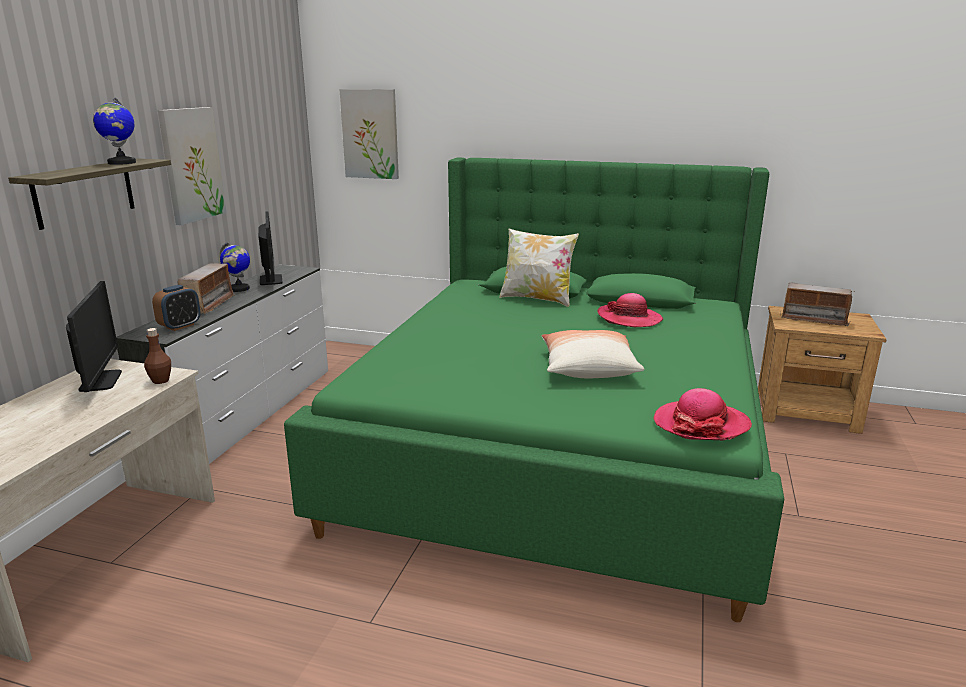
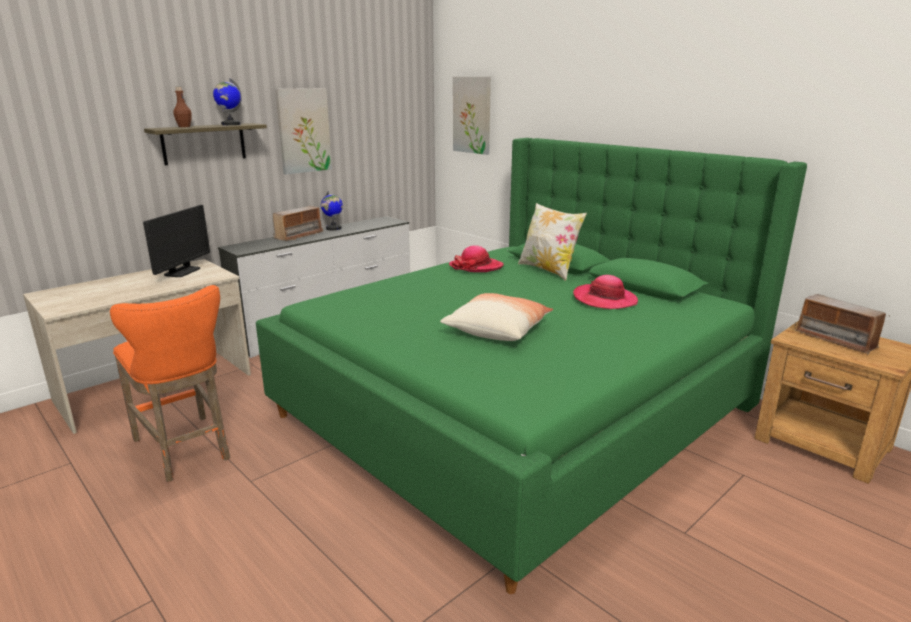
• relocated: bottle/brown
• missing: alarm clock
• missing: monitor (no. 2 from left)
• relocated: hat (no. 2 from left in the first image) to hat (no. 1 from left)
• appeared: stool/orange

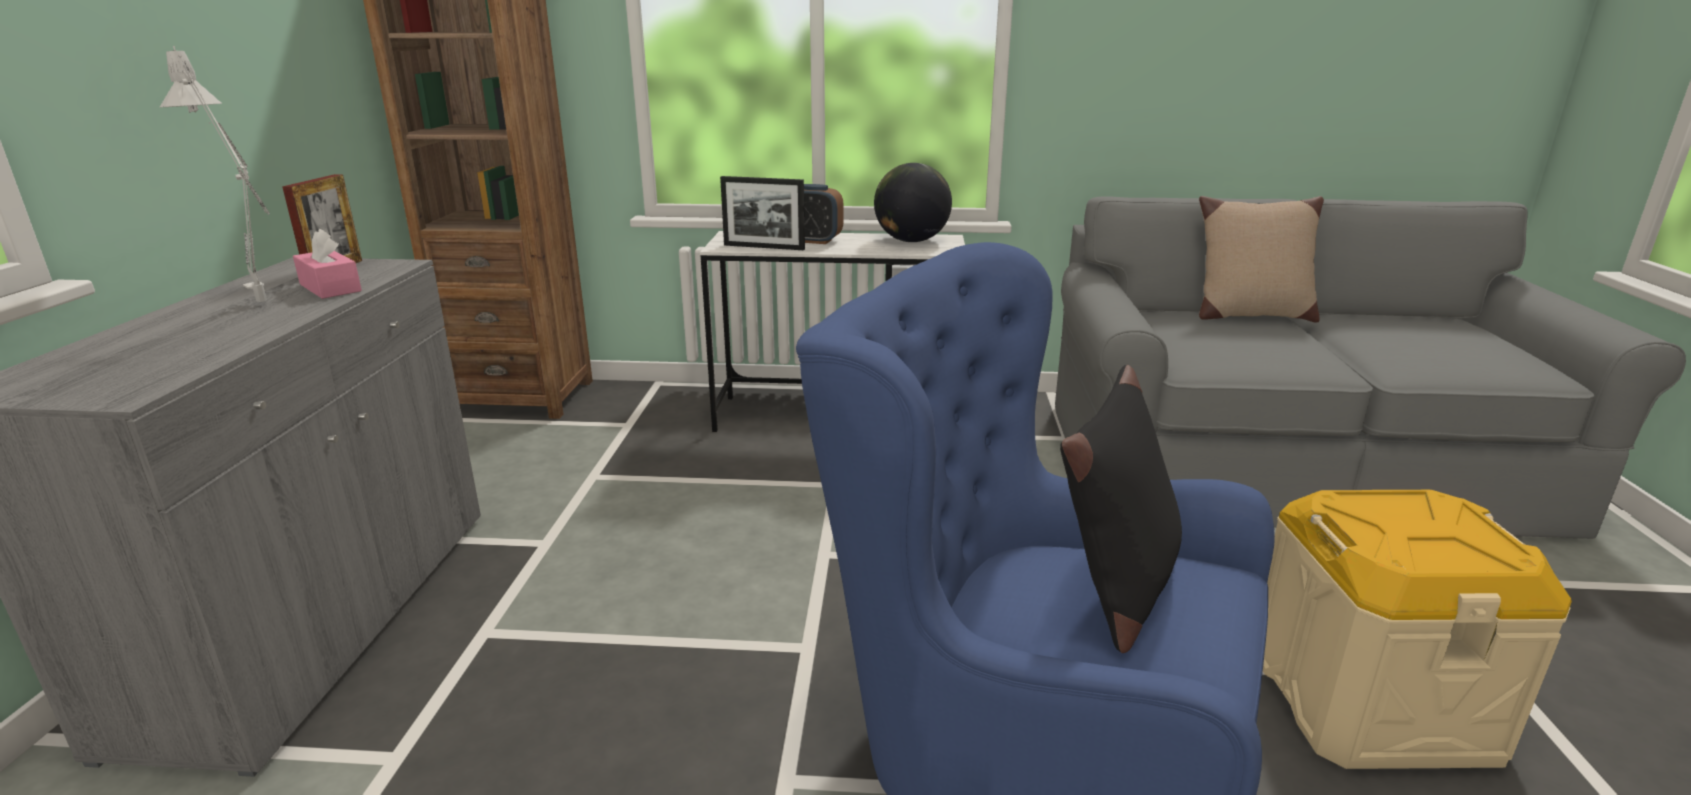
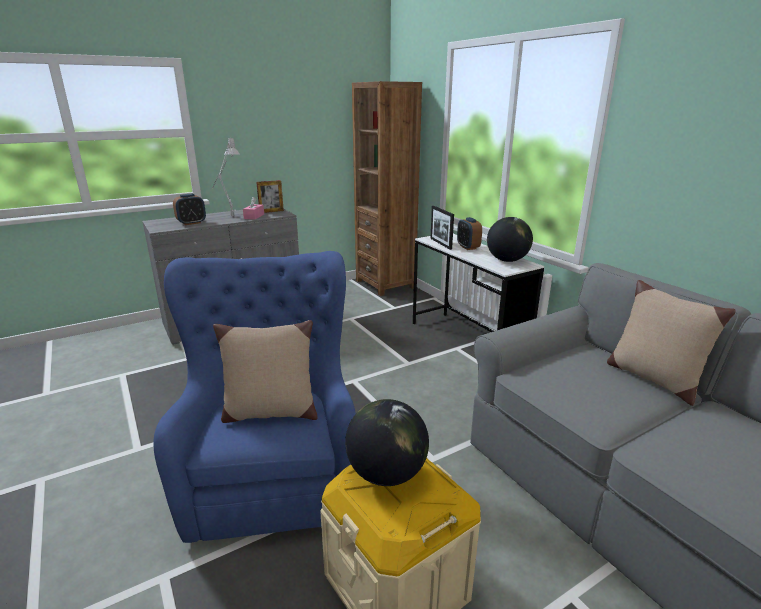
• colour: pillow/black to pillow/beige (no. 1 from left)
• appeared: alarm clock (no. 1 from left)
• appeared: globe (no. 1 from left)

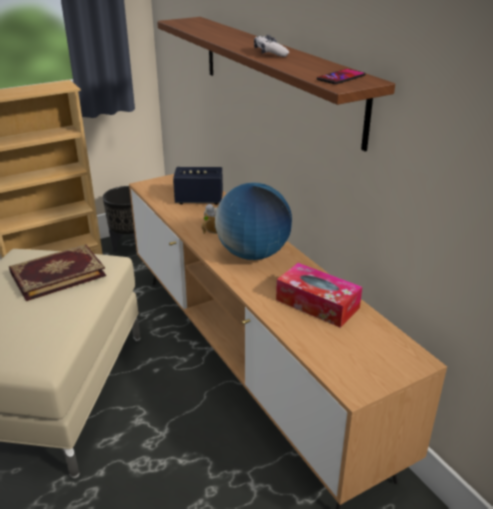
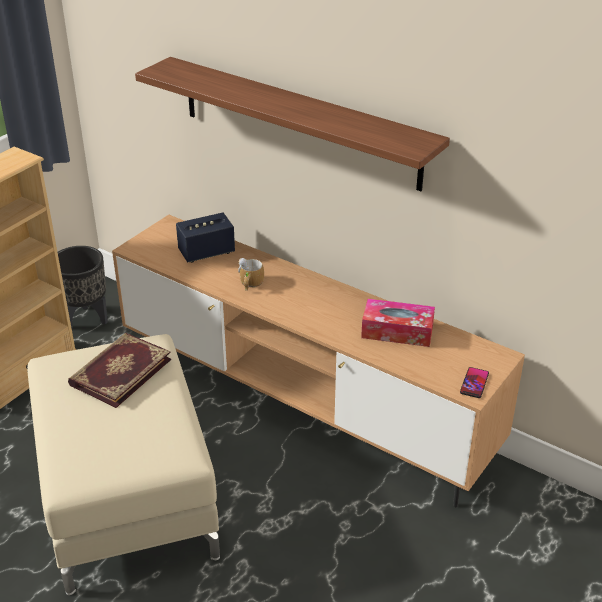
• missing: globe
• missing: game controller
• relocated: phone

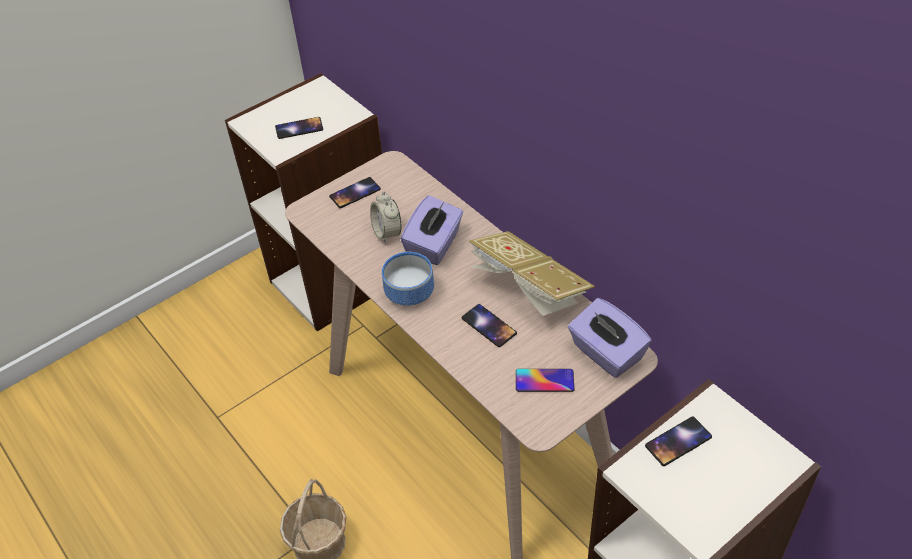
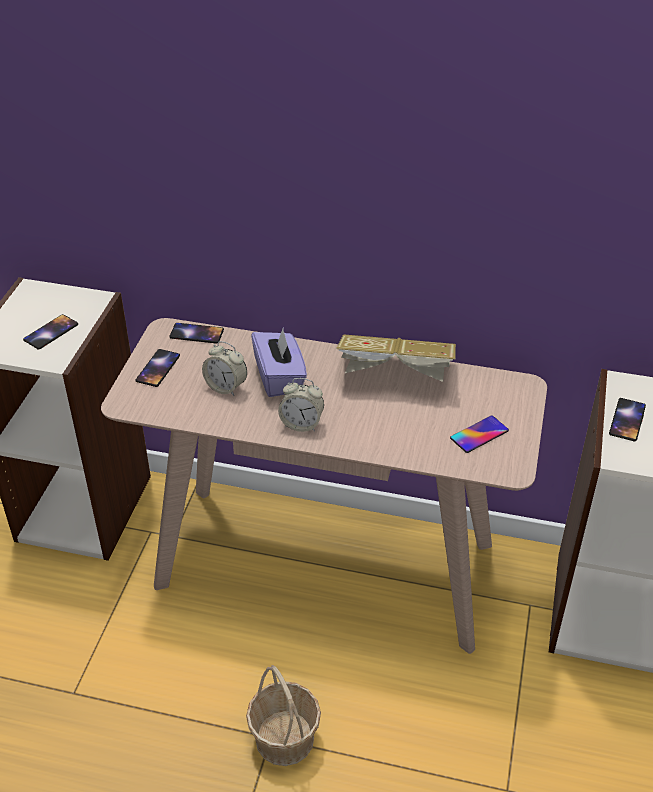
• exchanged: bowl to alarm clock (no. 2 from left)
• relocated: phone (no. 3 from left)
• missing: tissue box/purple (no. 2 from left)

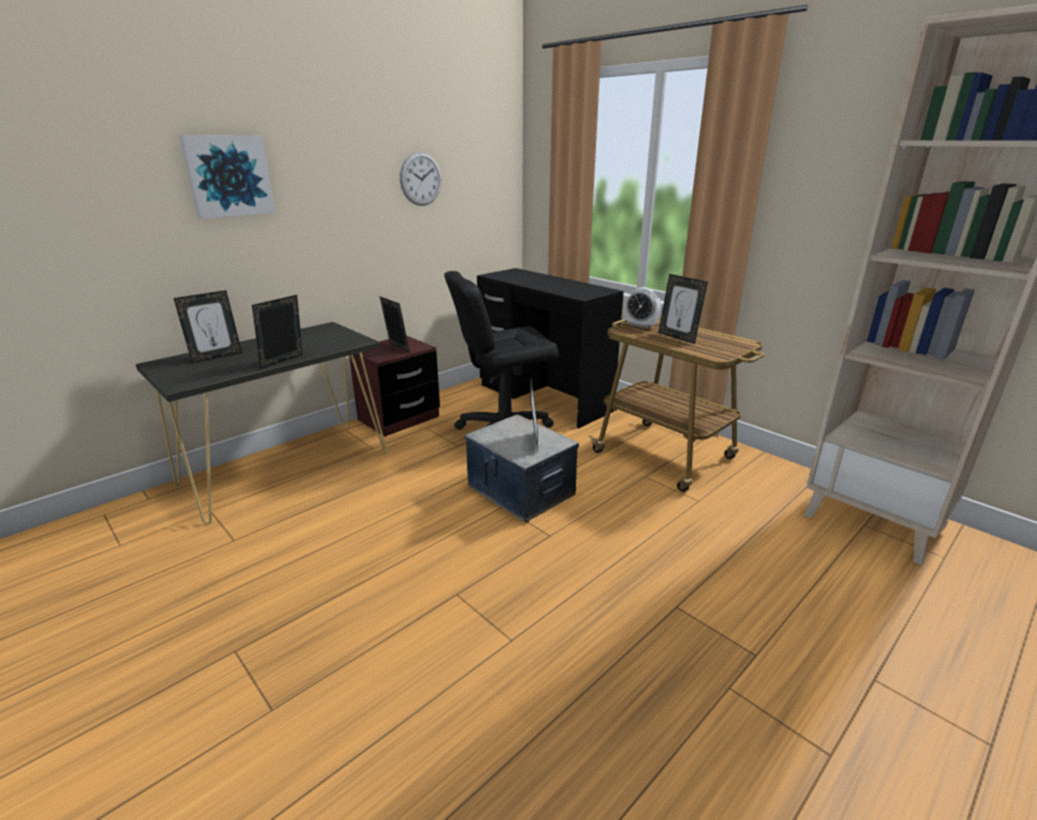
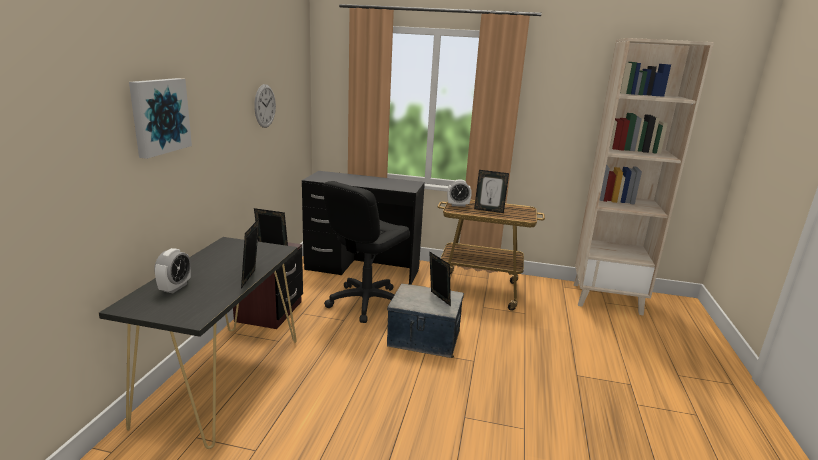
• exchanged: picture frame (no. 1 from left) to alarm clock (no. 1 from left)

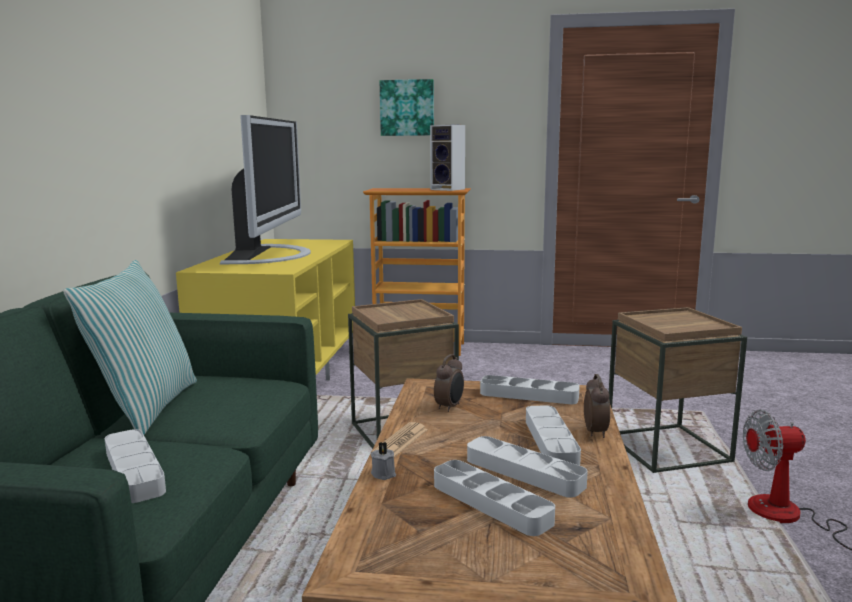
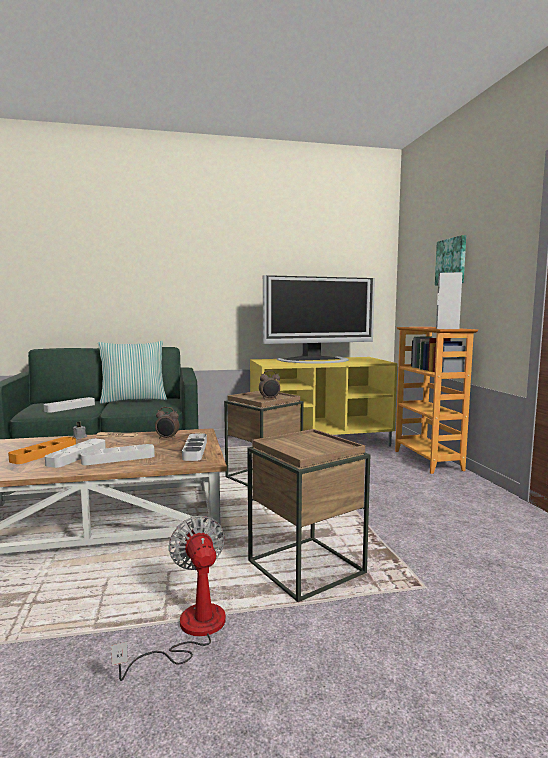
• colour: tray/grey (no. 2 from left) to tray/orange
• relocated: alarm clock (no. 2 from left)

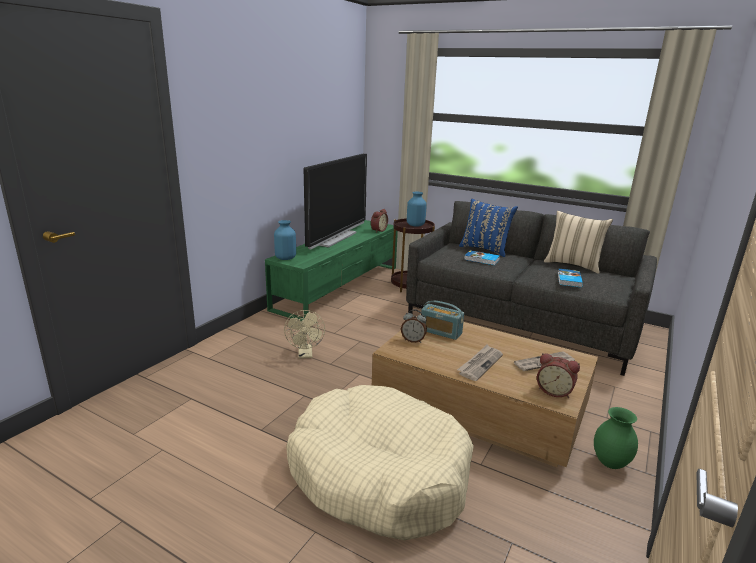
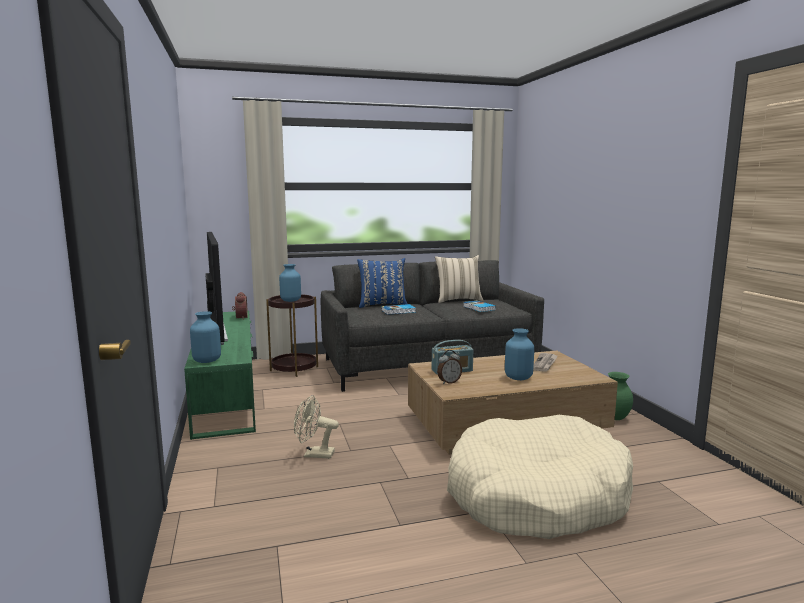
• spun: fan/beige 150 degrees clockwise
• exchanged: newspaper (no. 1 from left) to vase/blue (no. 3 from left)
• missing: alarm clock (no. 3 from left)

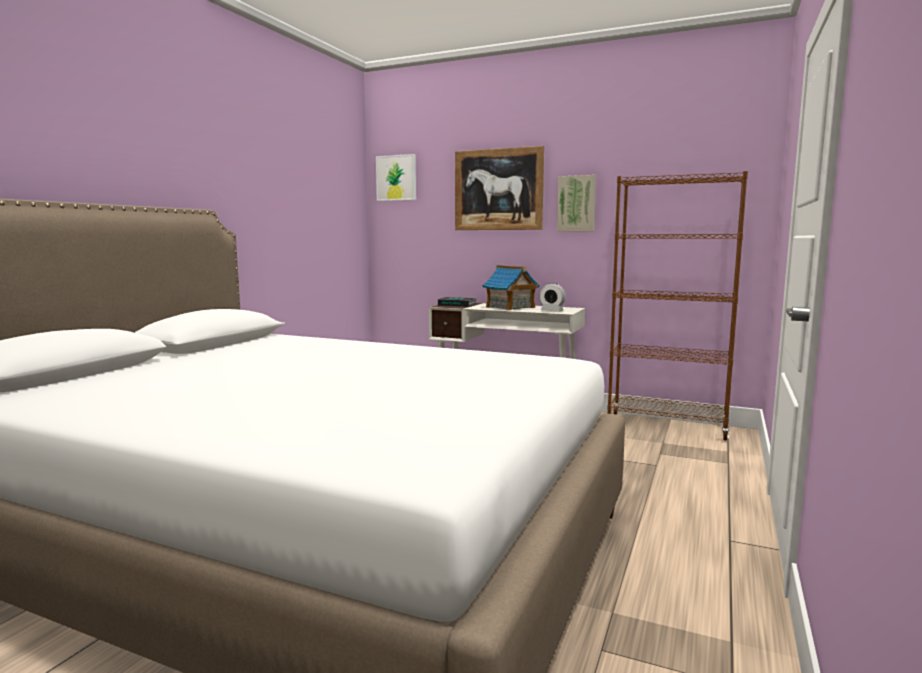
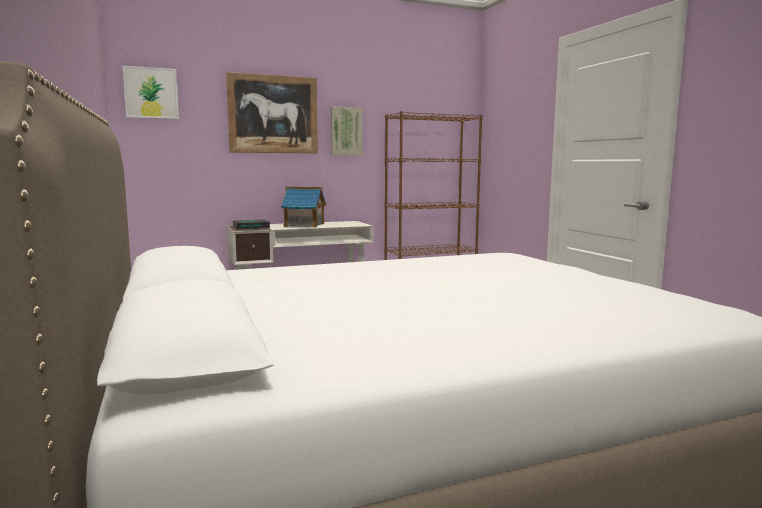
• missing: alarm clock

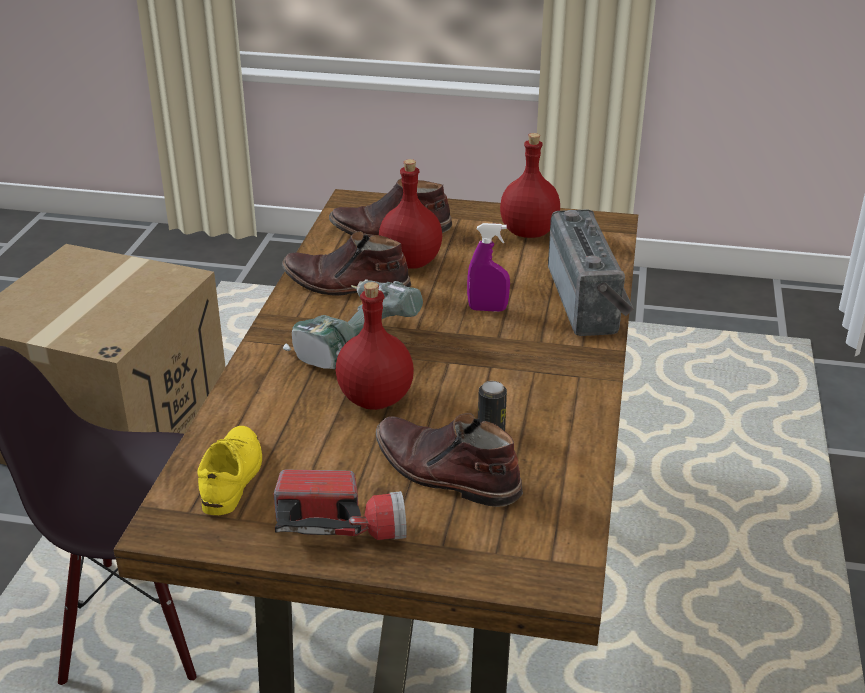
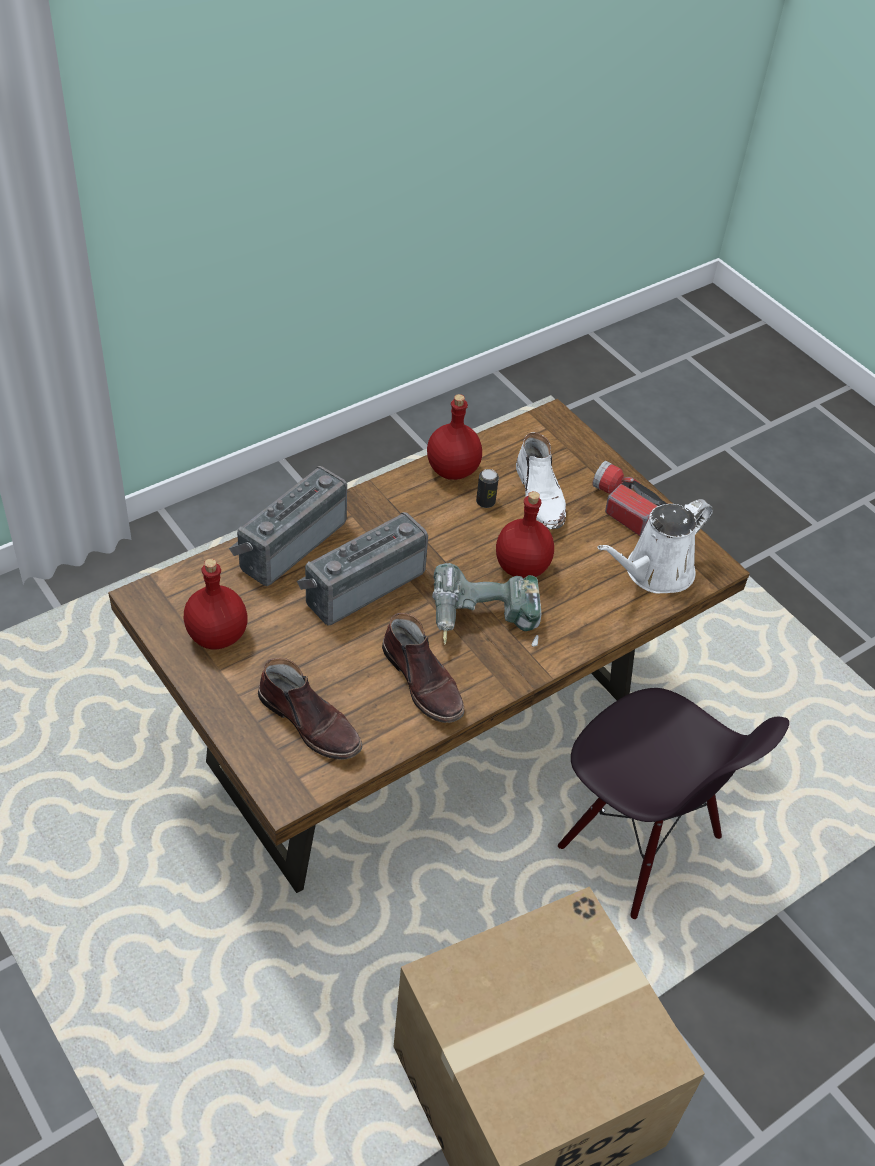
• exchanged: shoe/yellow to watering can/white
• colour: boot/brown (no. 3 from left) to boot/white
• relocated: bottle/red (no. 2 from left)
• exchanged: spray bottle/purple to radio (no. 2 from left)

